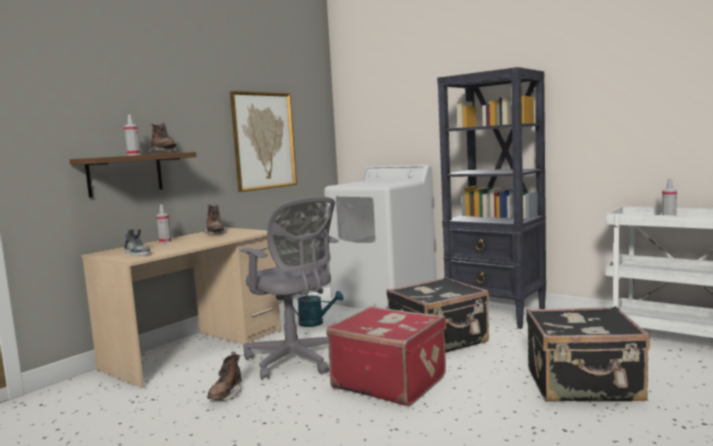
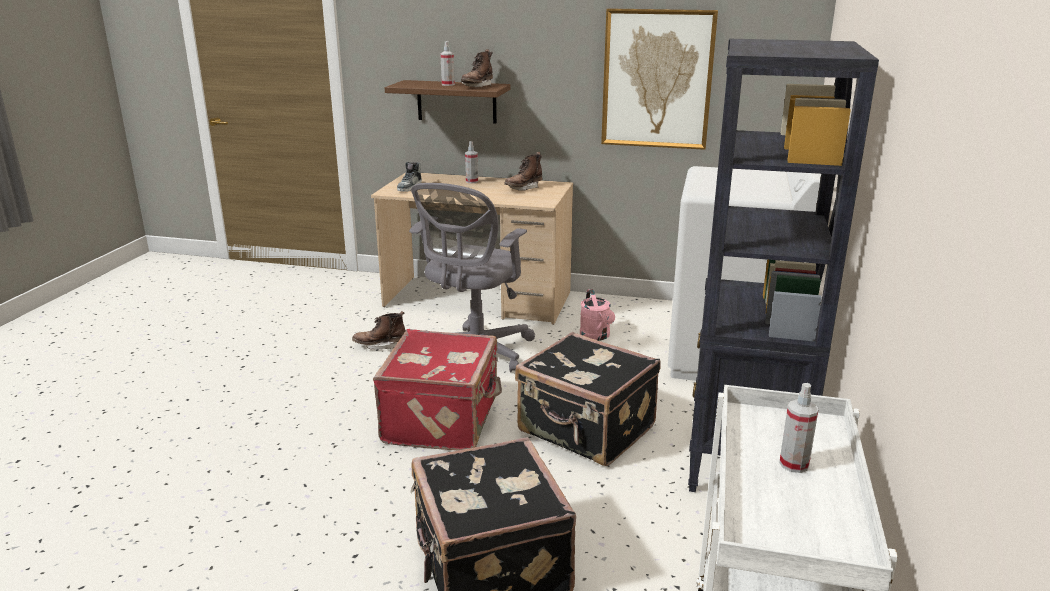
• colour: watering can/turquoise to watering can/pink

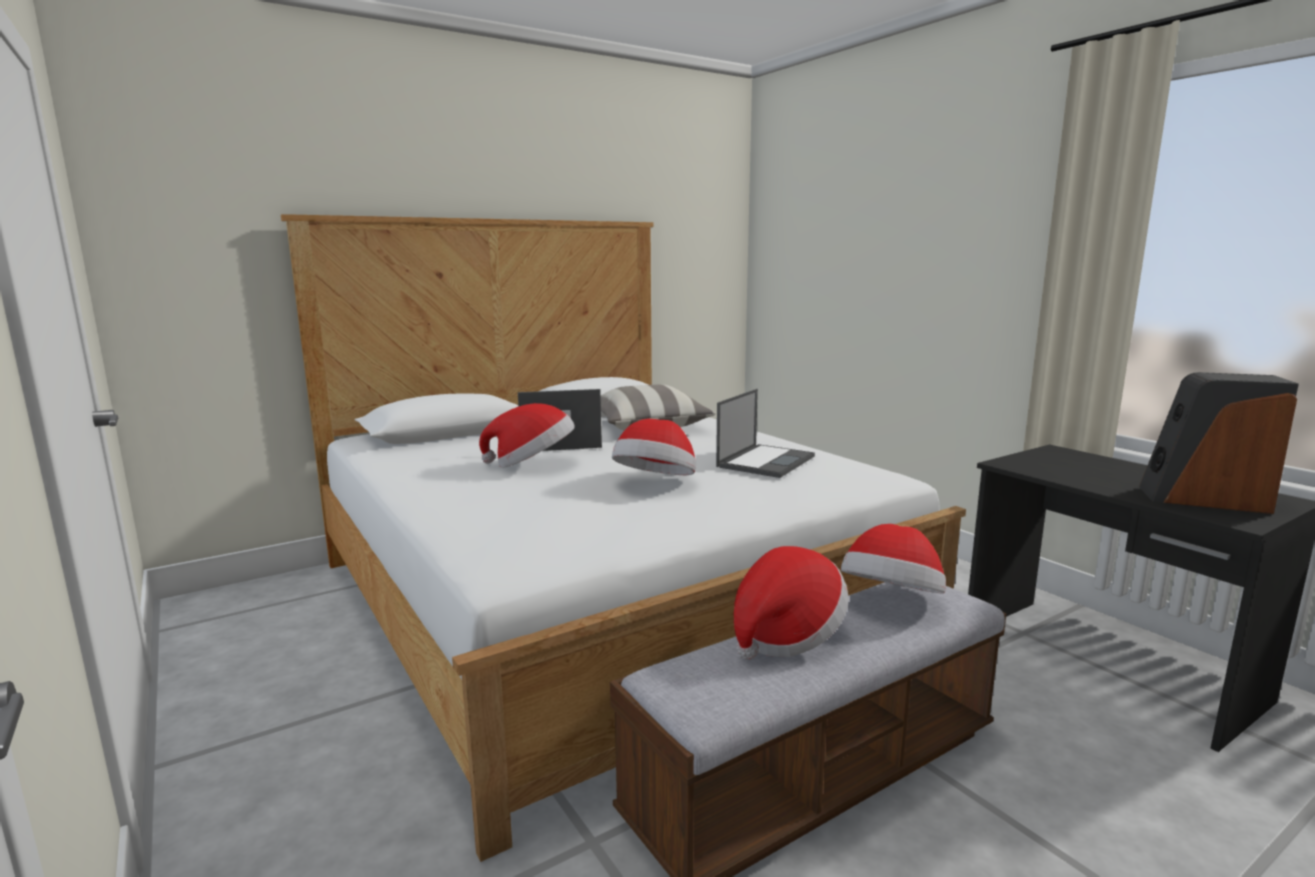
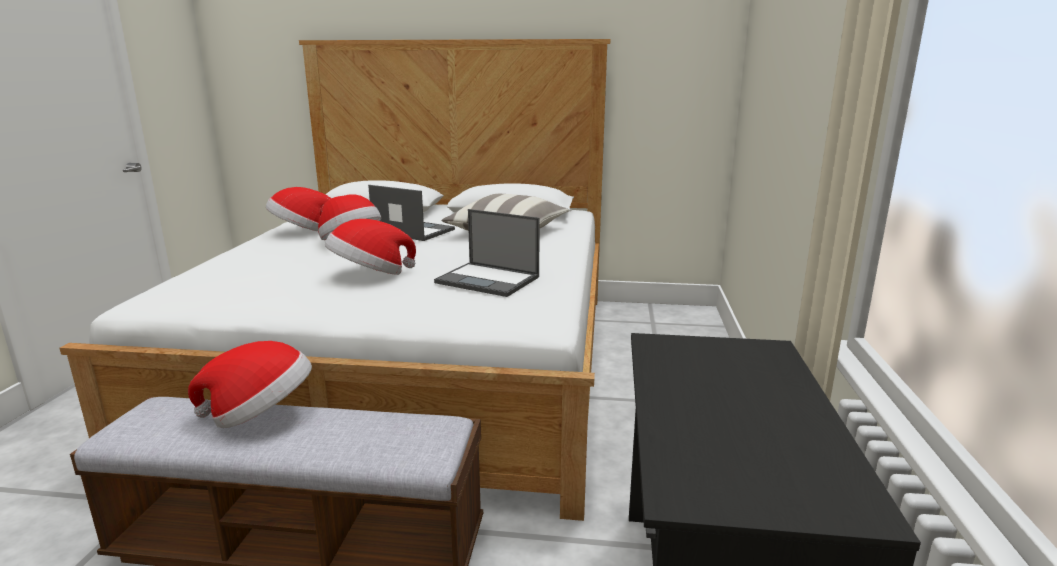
• spun: laptop (no. 2 from left) 45 degrees clockwise
• relocated: hat (no. 4 from left in the first image) to hat (no. 2 from left)
• missing: speaker

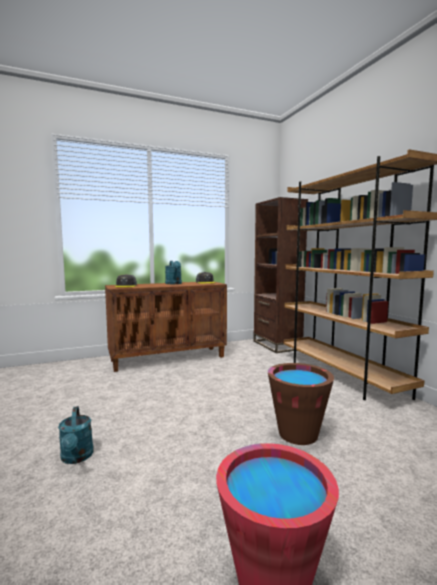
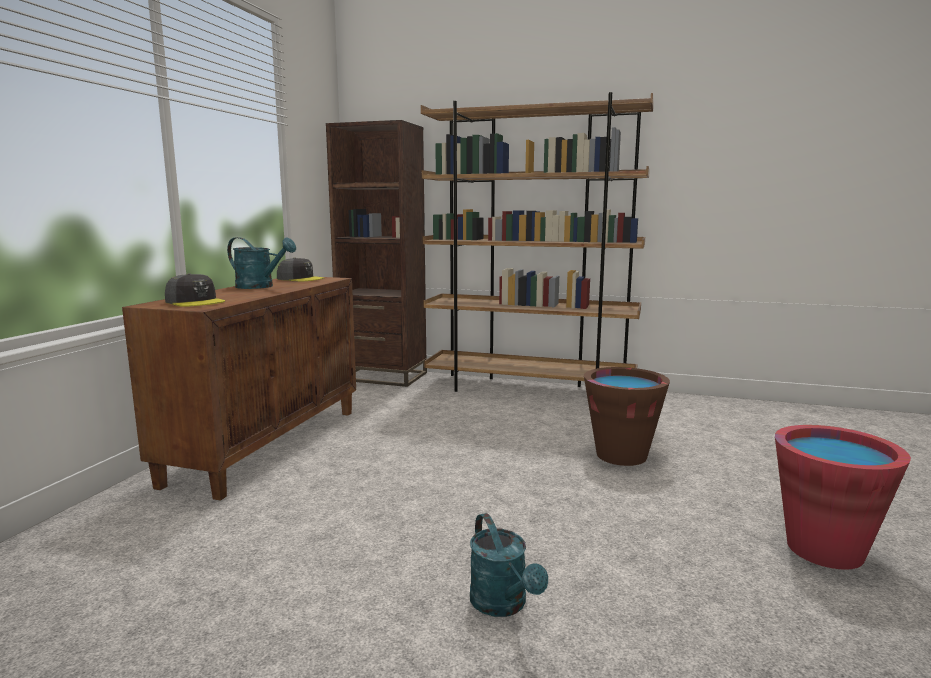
• spun: watering can/turquoise (no. 1 from left in the first image) 45 degrees clockwise

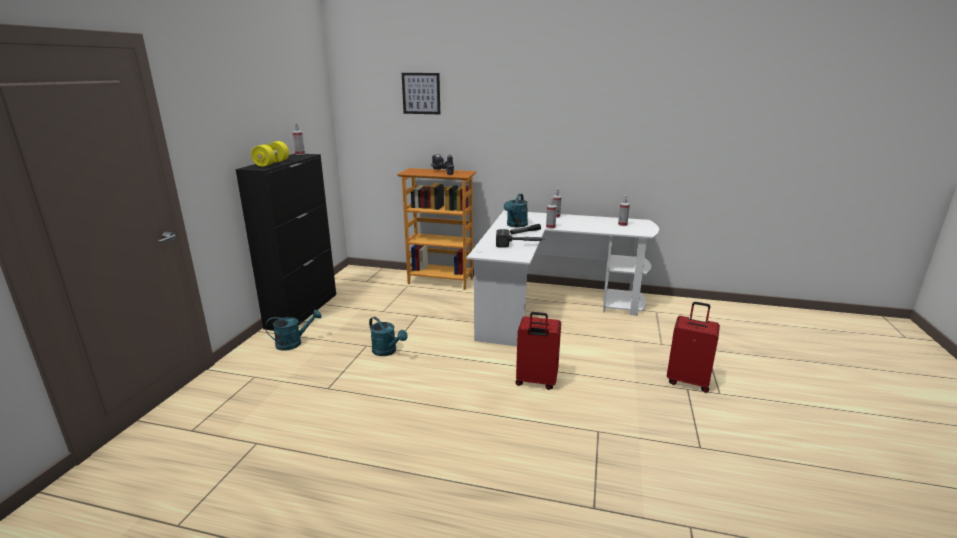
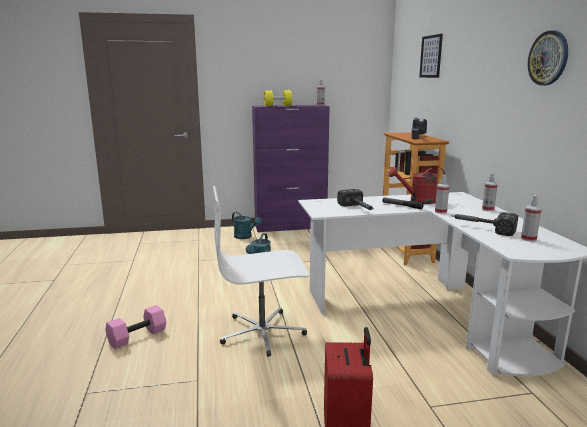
• colour: cabinet/black to cabinet/purple
• colour: watering can/turquoise (no. 3 from left) to watering can/red
• exchanged: suitcase/red (no. 1 from left) to office chair/white
• appeared: dumbbell/pink
• appeared: hammer (no. 2 from left)
• appeared: wall clock

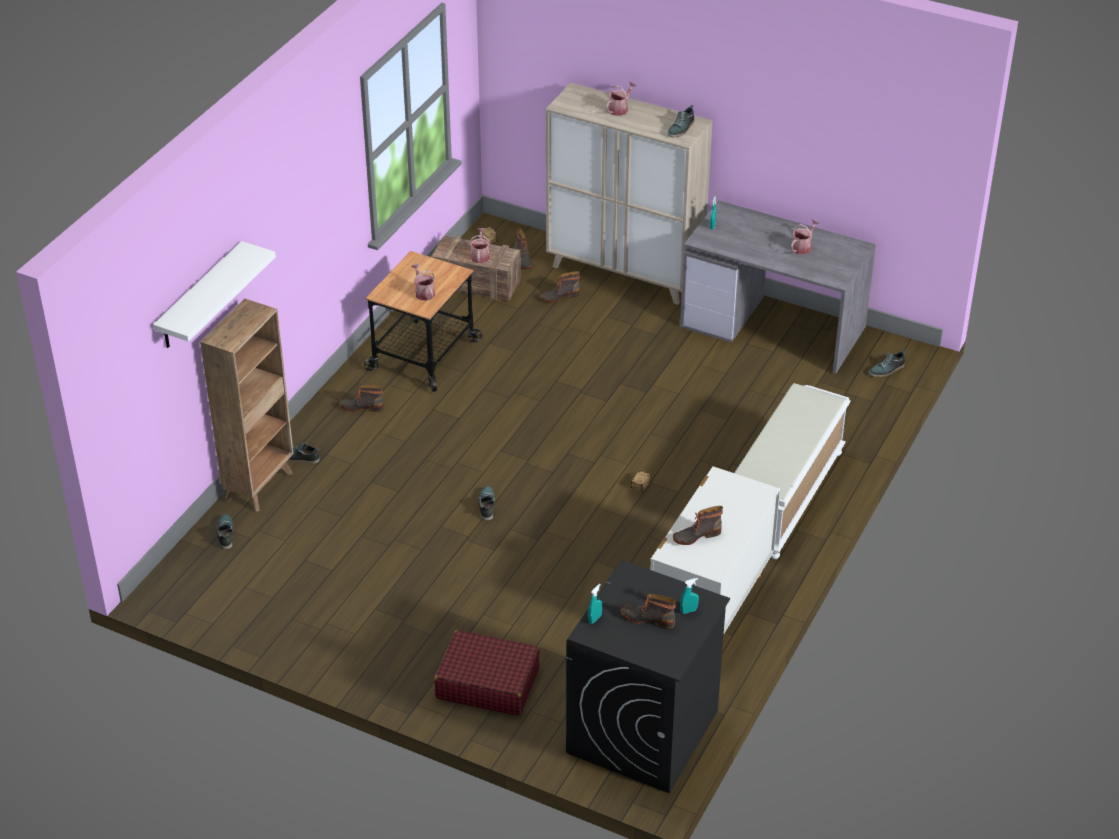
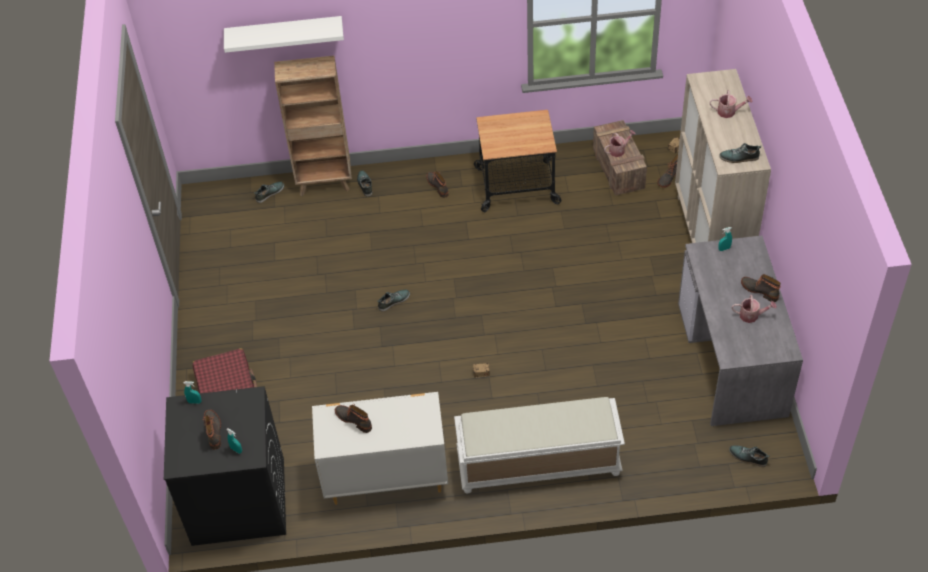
• missing: watering can (no. 1 from left)
• relocated: boot (no. 3 from left in the first image) to boot (no. 5 from left)

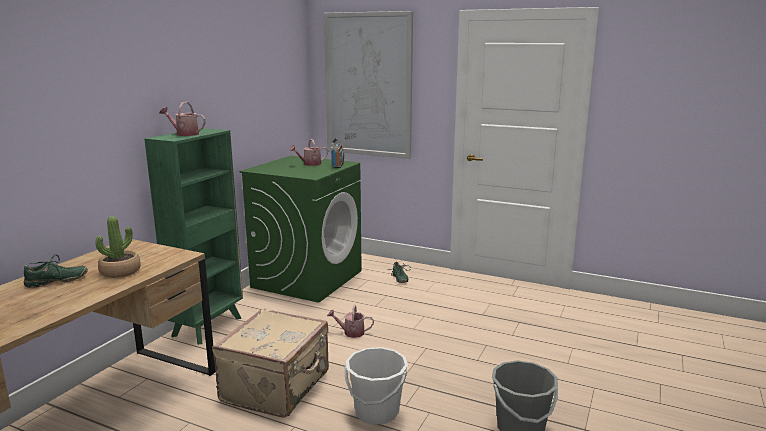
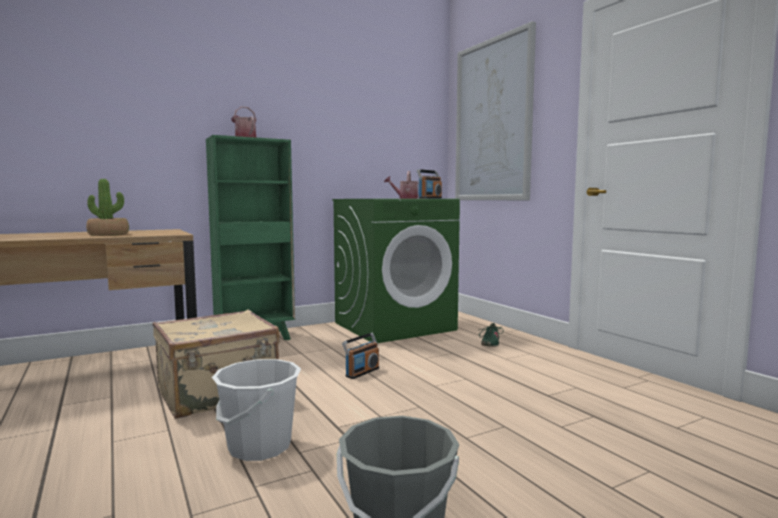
• missing: shoe/green (no. 1 from left)
• exchanged: watering can (no. 3 from left) to radio (no. 1 from left)

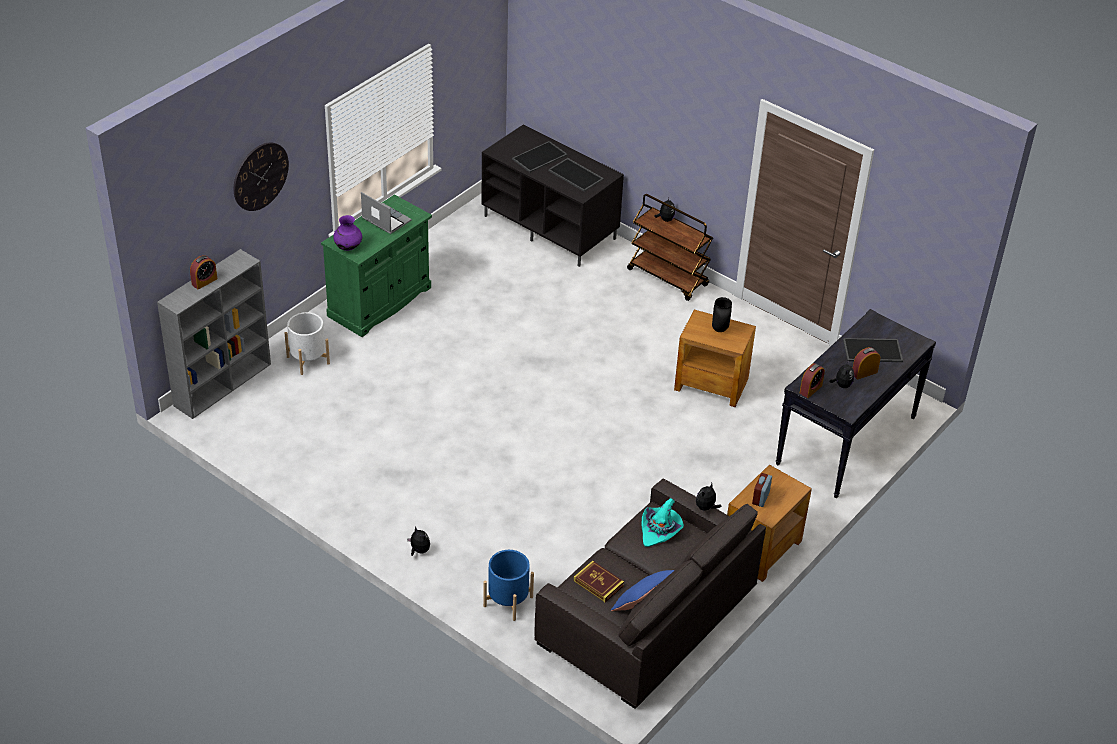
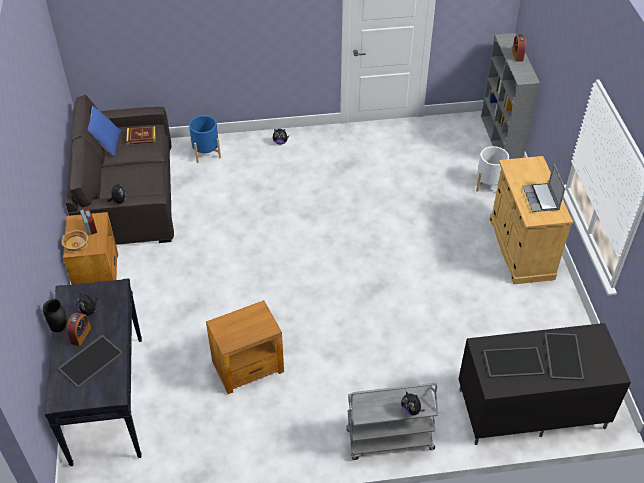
• missing: wall clock
• colour: cabinet/green to cabinet/beige
• missing: vase/purple
• spun: laptop 90 degrees clockwise
• colour: cart/brown to cart/grey
• missing: hat/turquoise
• relocated: vase/black
• missing: alarm clock (no. 3 from left)
• appeared: bowl/beige

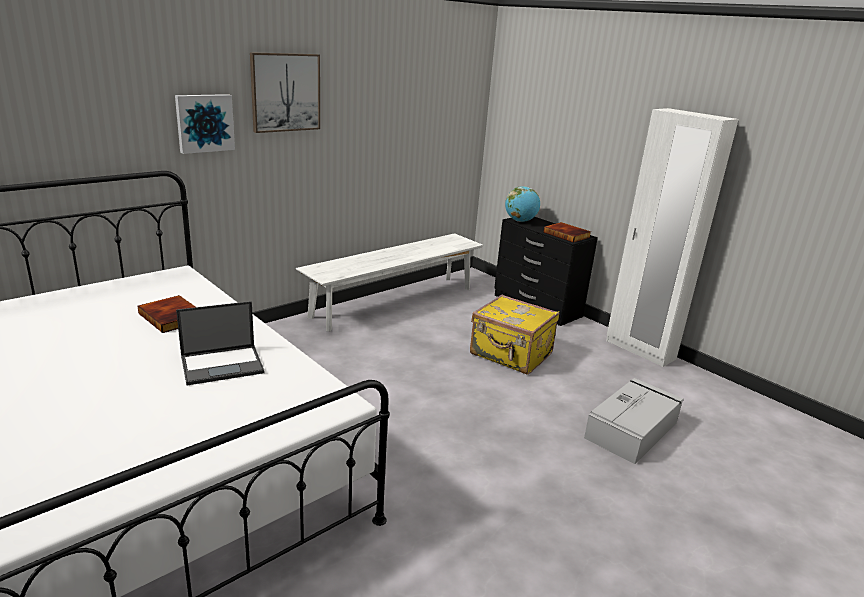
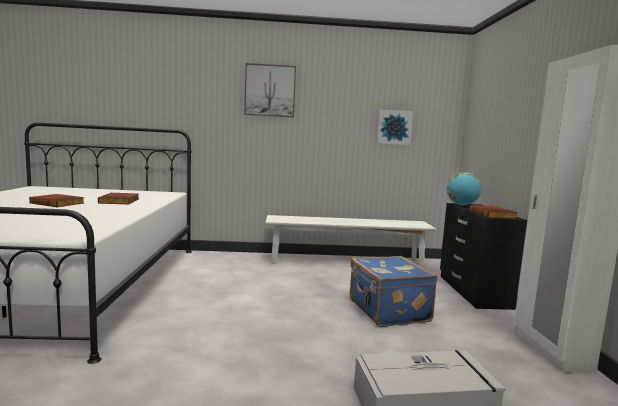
• relocated: picture (no. 1 from left in the first image) to picture (no. 2 from left)
• missing: laptop
• colour: suitcase/yellow to suitcase/blue
• appeared: book (no. 1 from left)

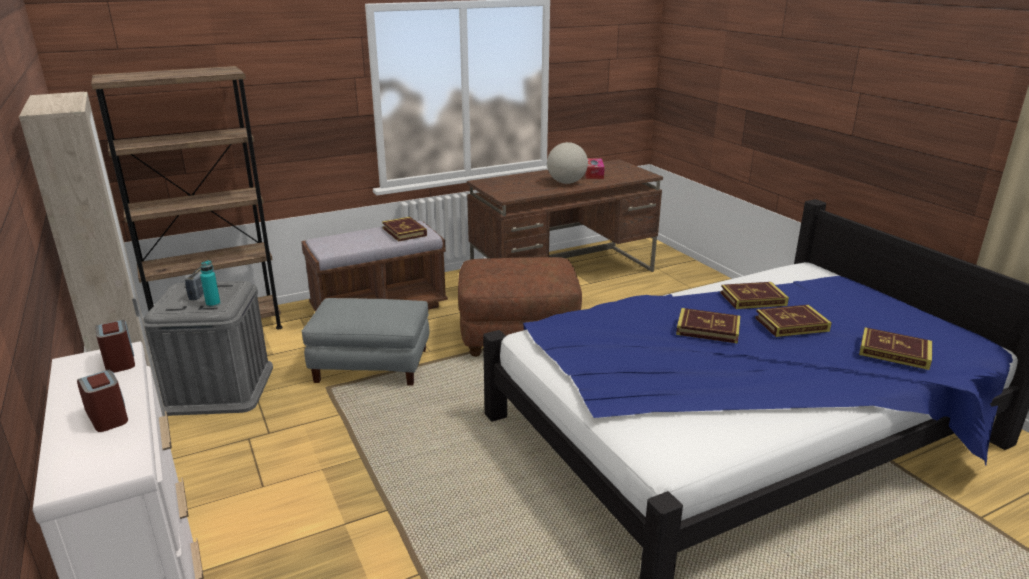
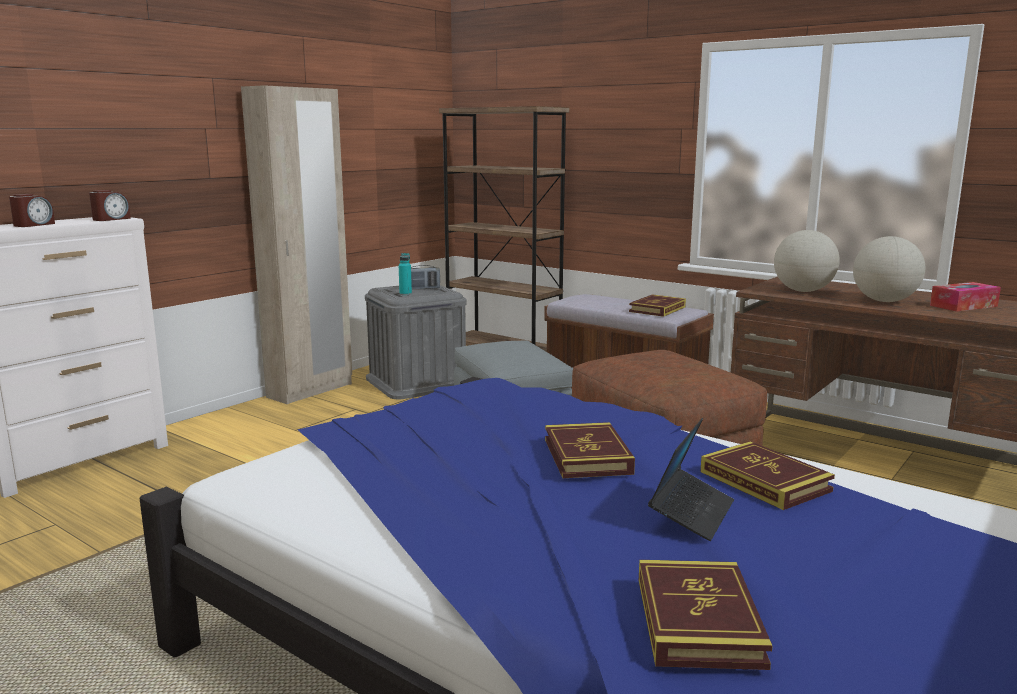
• exchanged: book (no. 4 from left) to laptop
• appeared: globe (no. 1 from left)

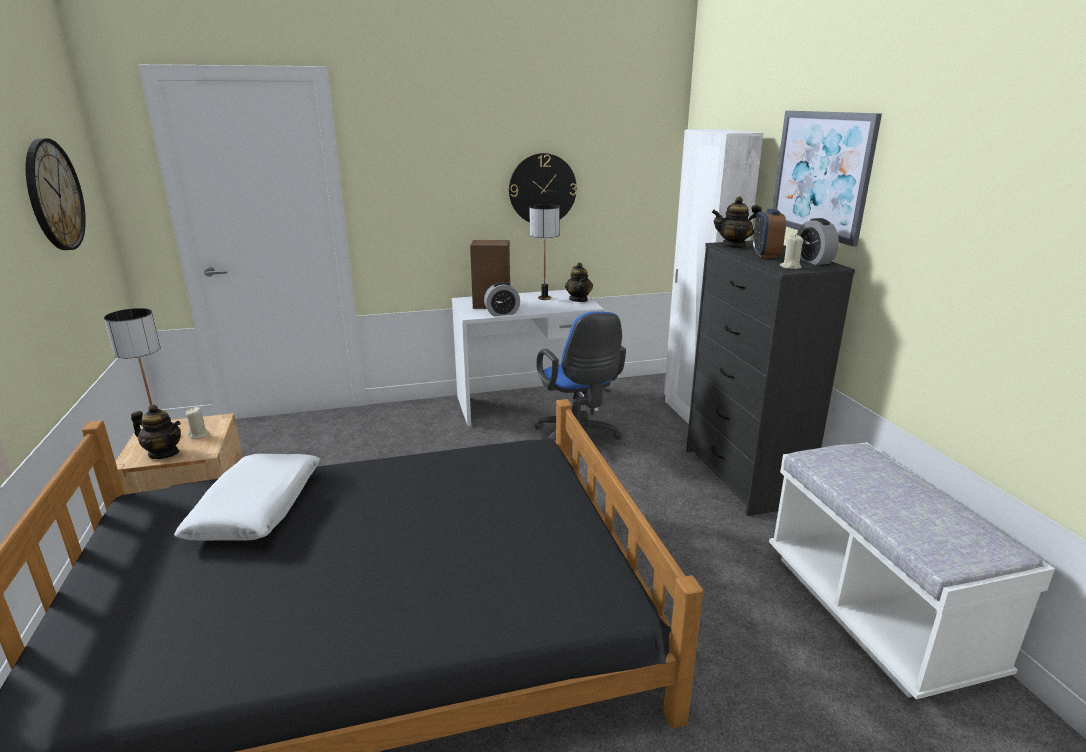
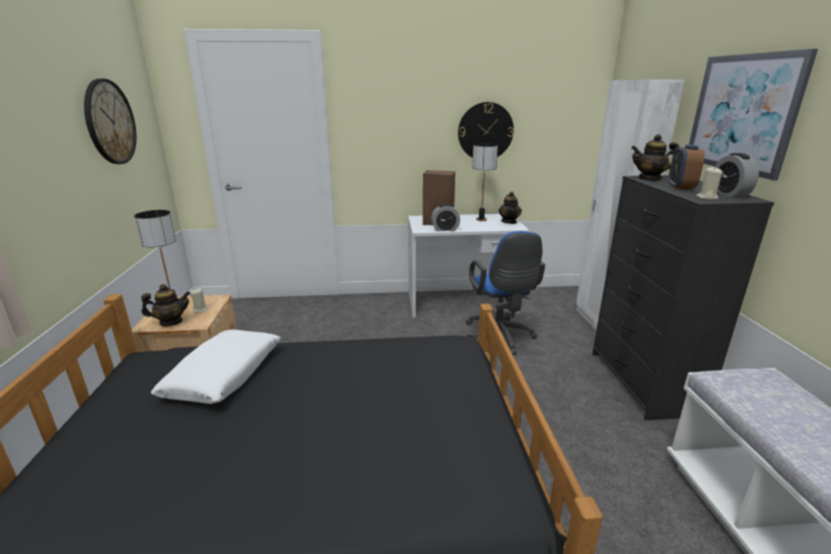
• spun: teapot (no. 1 from left) 45 degrees counterclockwise

